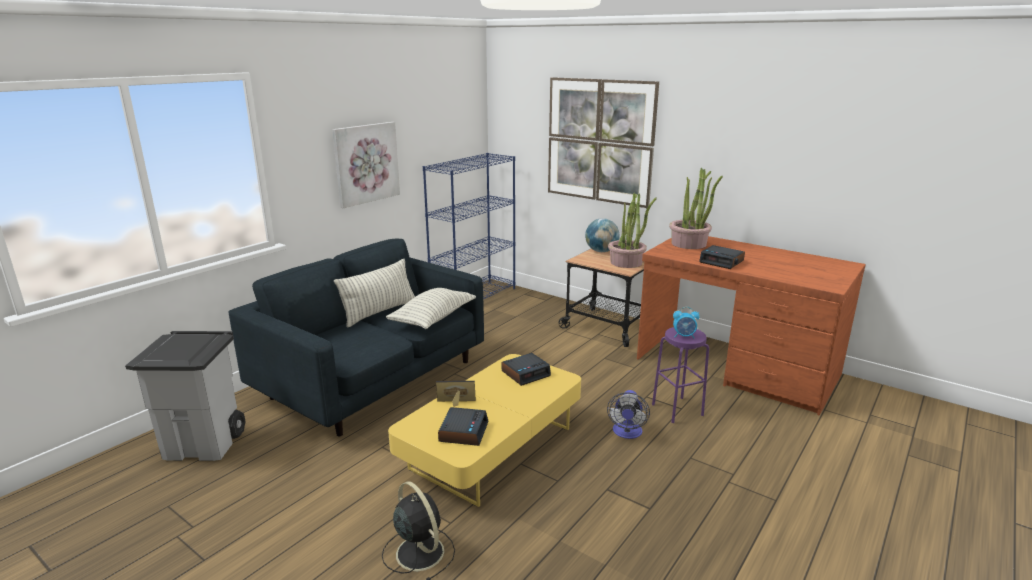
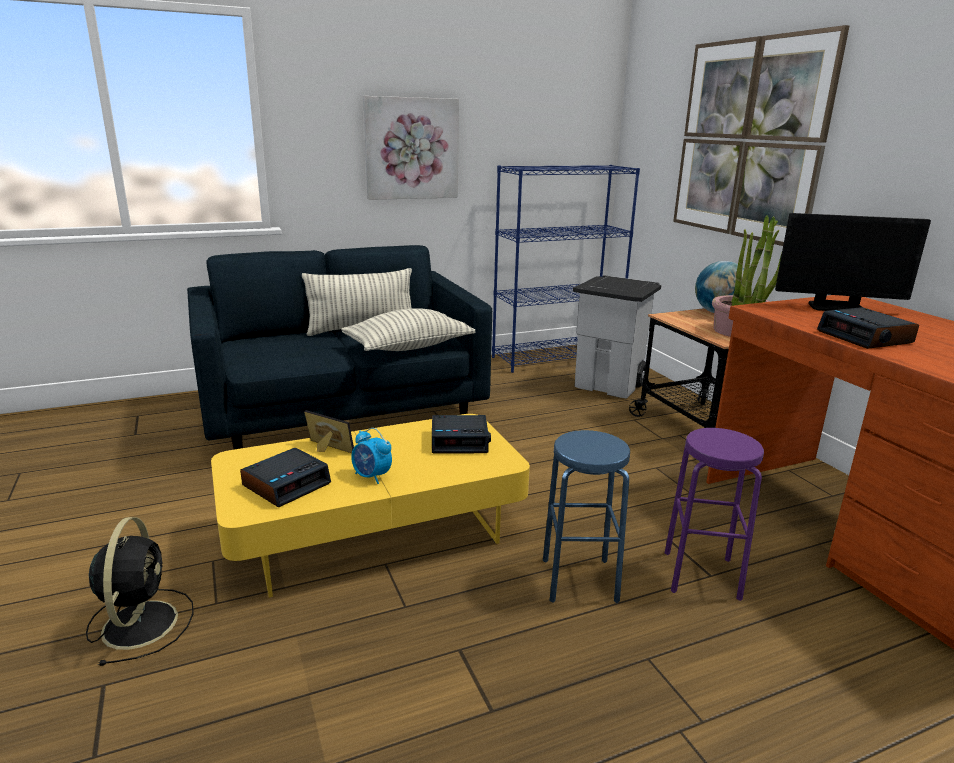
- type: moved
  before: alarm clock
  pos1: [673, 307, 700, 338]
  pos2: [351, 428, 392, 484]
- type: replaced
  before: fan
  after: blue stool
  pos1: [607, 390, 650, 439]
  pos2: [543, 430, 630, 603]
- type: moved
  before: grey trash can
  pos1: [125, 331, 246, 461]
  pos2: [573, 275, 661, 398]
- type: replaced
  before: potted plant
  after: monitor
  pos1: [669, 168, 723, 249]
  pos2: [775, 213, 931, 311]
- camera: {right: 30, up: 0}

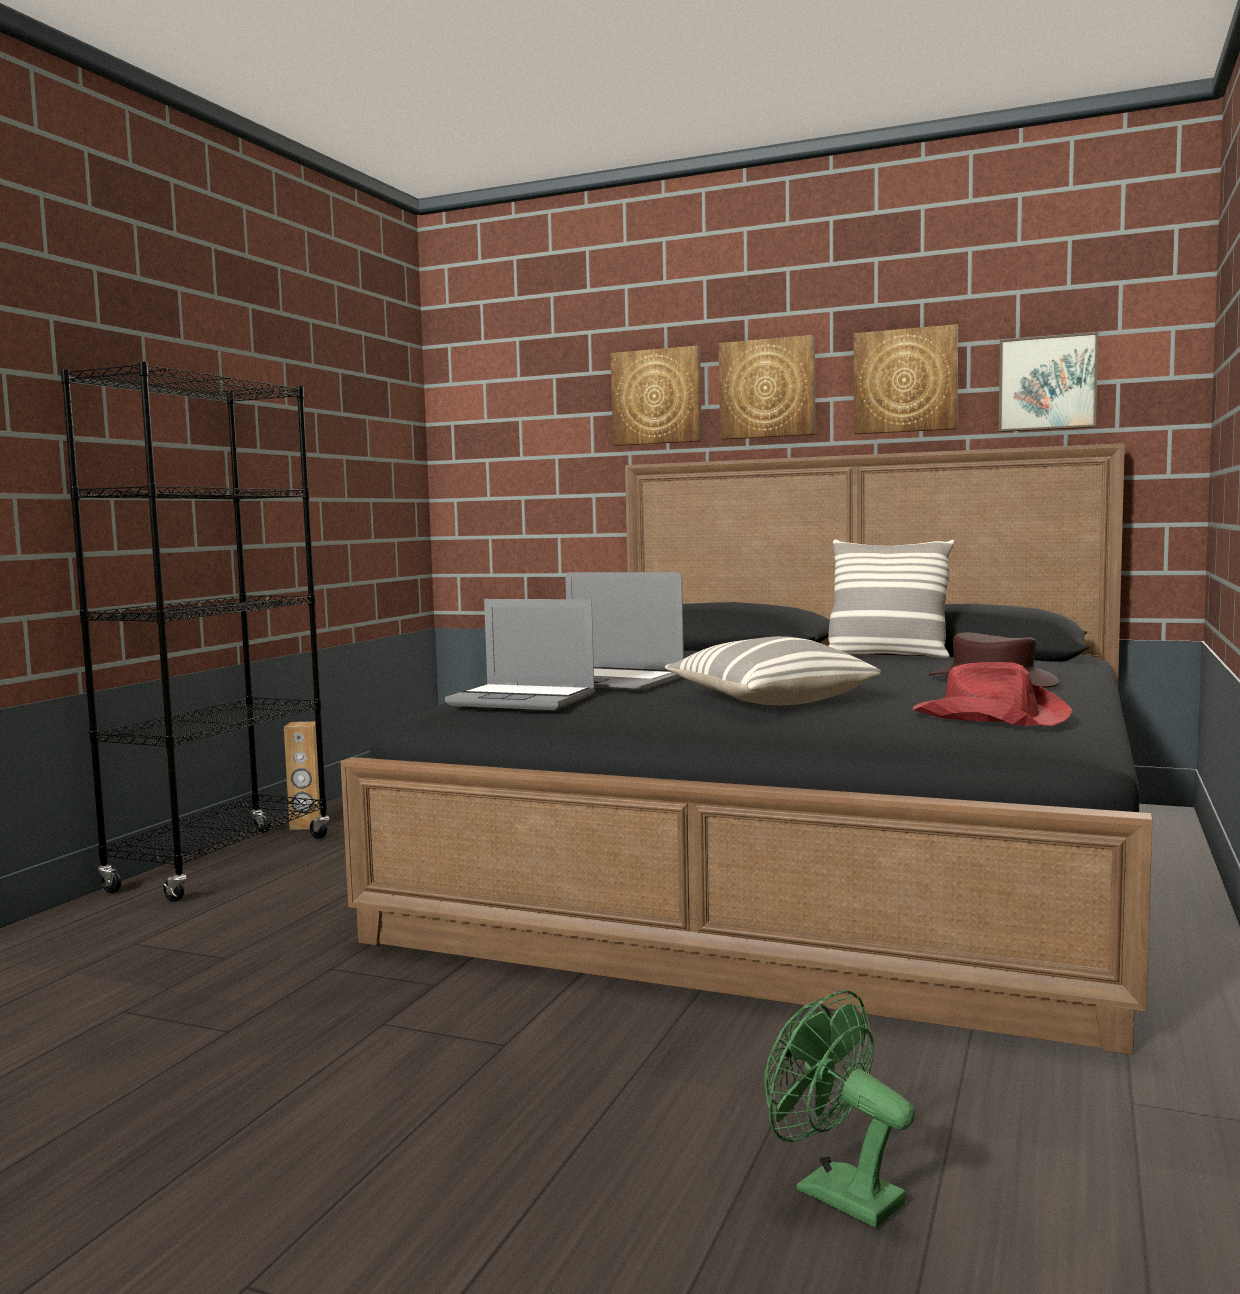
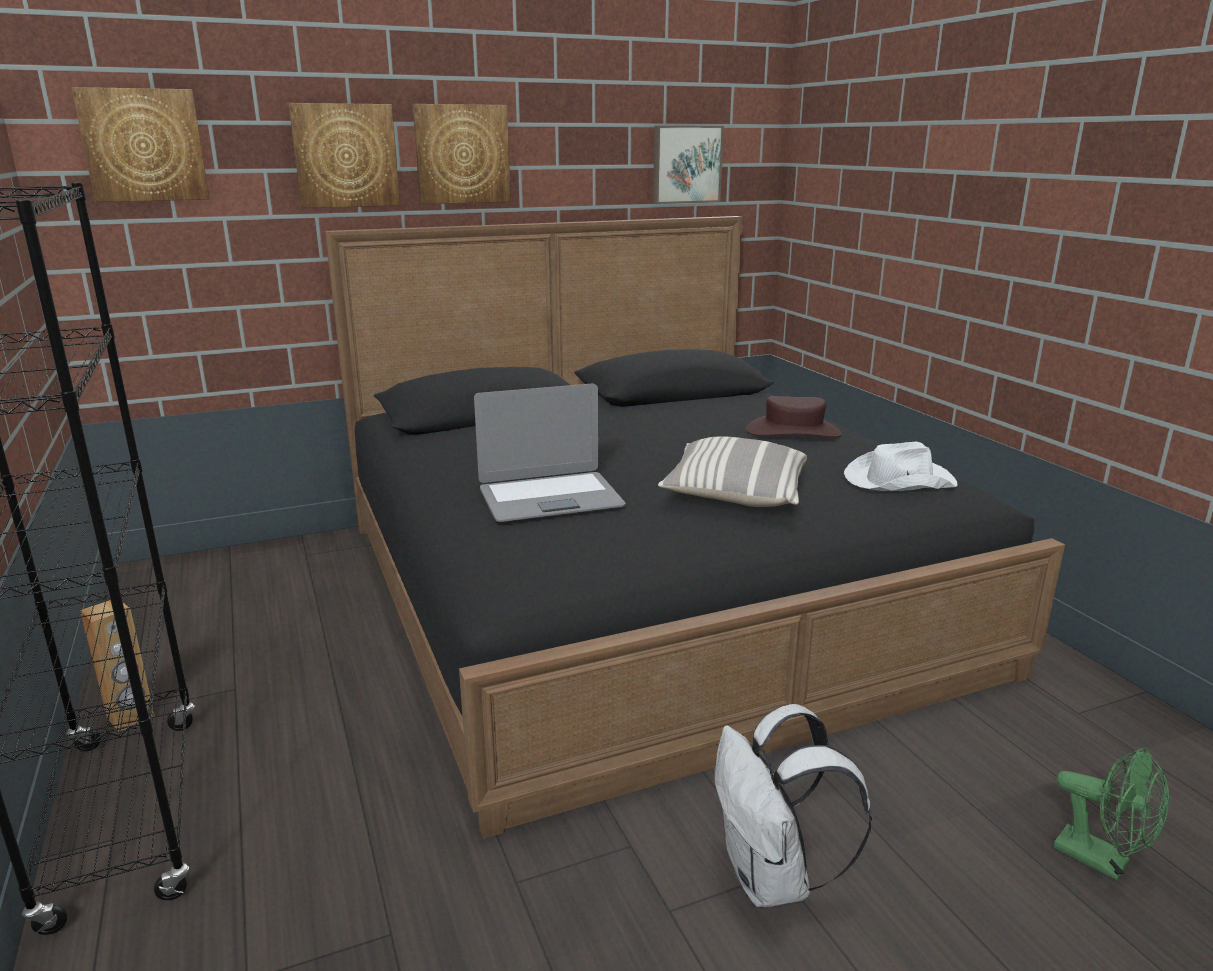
- type: moved
  before: picture
  pos1: [854, 324, 958, 434]
  pos2: [71, 87, 210, 202]
- type: added
  after: white backpack
  pos2: [715, 704, 872, 907]
- type: recoloured
  before: red hat
  after: white hat
  pos1: [912, 662, 1072, 726]
  pos2: [844, 441, 958, 491]
- type: turned
  before: green fan
  pos1: [764, 990, 915, 1228]
  pos2: [1054, 748, 1169, 880]
  turn: -135
- type: removed
  before: laptop
  pos1: [445, 599, 595, 710]
- type: removed
  before: pillow
  pos1: [828, 539, 954, 659]
- camera: {right: -45, up: 15}

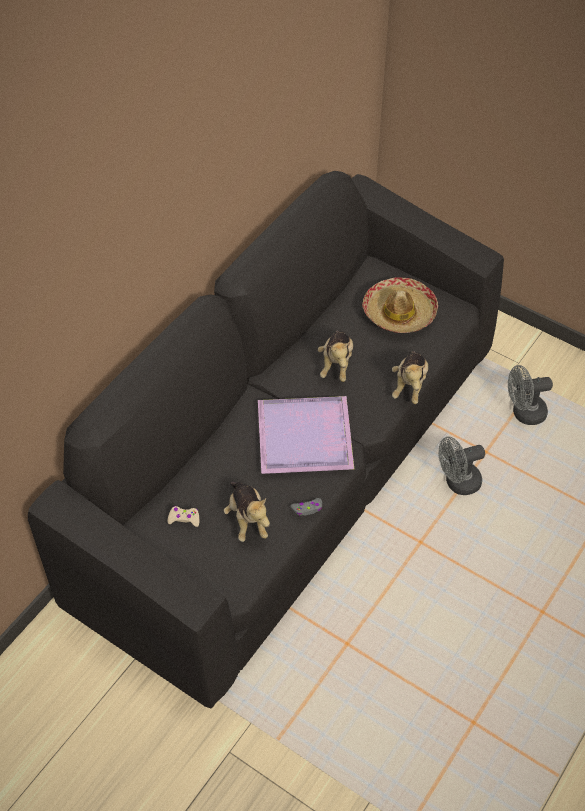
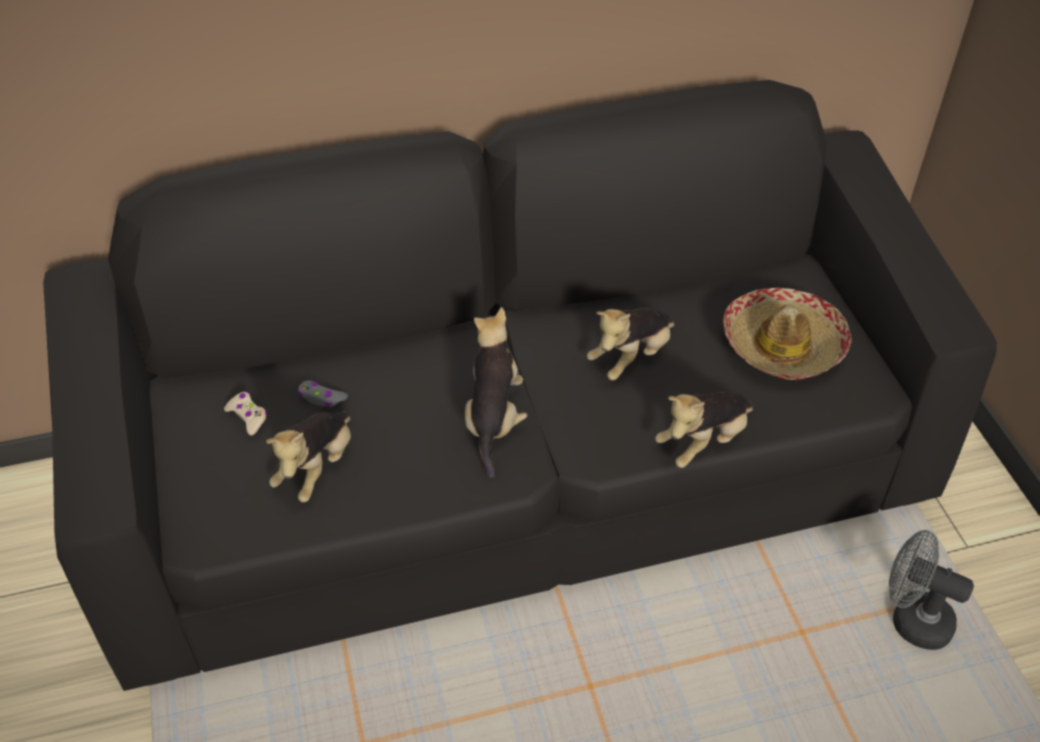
- type: moved
  before: grey game controller
  pos1: [291, 498, 322, 516]
  pos2: [298, 380, 348, 407]
- type: replaced
  before: purple tray
  after: plush toy
  pos1: [258, 396, 354, 474]
  pos2: [465, 307, 527, 478]
- type: removed
  before: grey fan
  pos1: [439, 437, 485, 495]
- camera: {right: 40, up: -5}

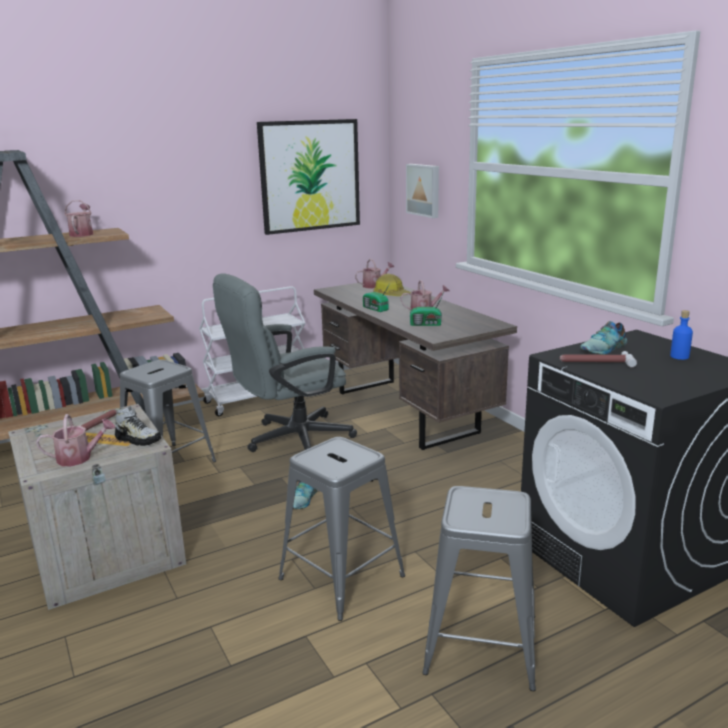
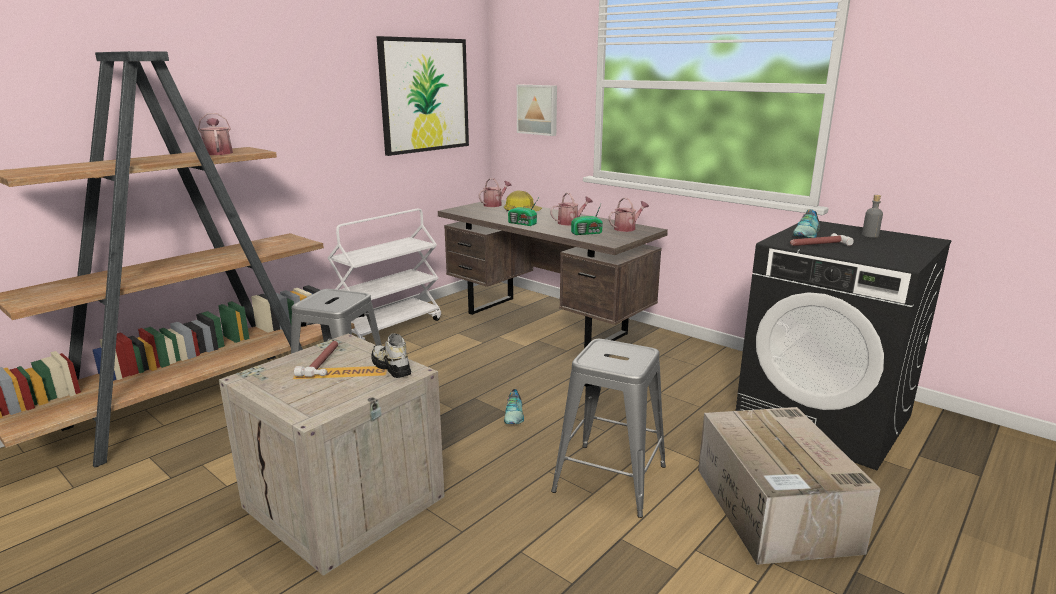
- type: turned
  before: shoe
  pos1: [115, 406, 161, 446]
  pos2: [372, 333, 411, 378]
  turn: -135
- type: moved
  before: watering can
  pos1: [36, 414, 115, 466]
  pos2: [608, 198, 649, 232]
- type: replaced
  before: grey stool
  after: cardboard box
  pos1: [422, 486, 536, 691]
  pos2: [698, 407, 881, 565]
- type: recoloured
  before: blue bottle
  after: grey bottle
  pos1: [670, 310, 693, 360]
  pos2: [862, 195, 883, 237]
- type: removed
  before: grey office chair
  pos1: [213, 273, 357, 452]
- camera: {right: -20, up: 0}

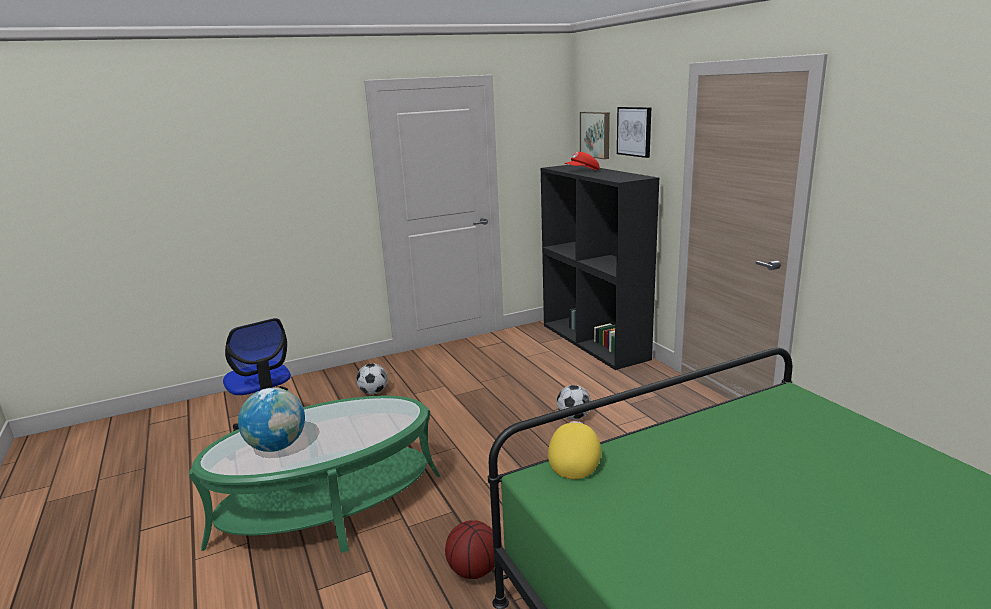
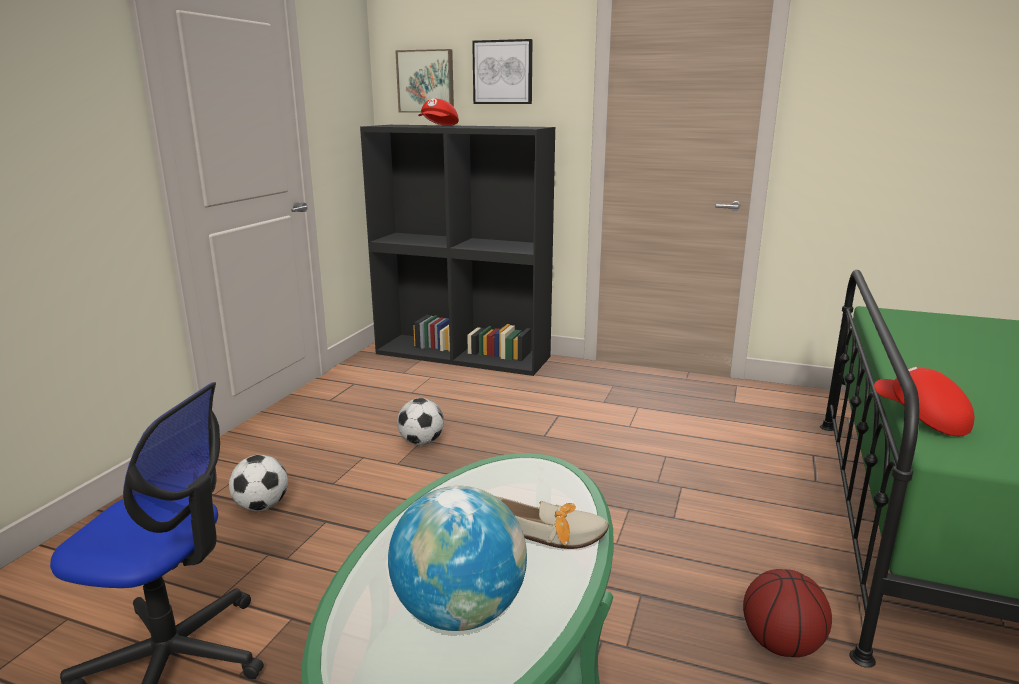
- type: moved
  before: football
  pos1: [557, 385, 591, 420]
  pos2: [397, 398, 444, 445]
- type: added
  after: shoe
  pos2: [495, 496, 609, 549]
- type: recoloured
  before: yellow cap
  after: red cap
  pos1: [548, 421, 601, 479]
  pos2: [874, 367, 974, 436]
- camera: {right: -45, up: 0}

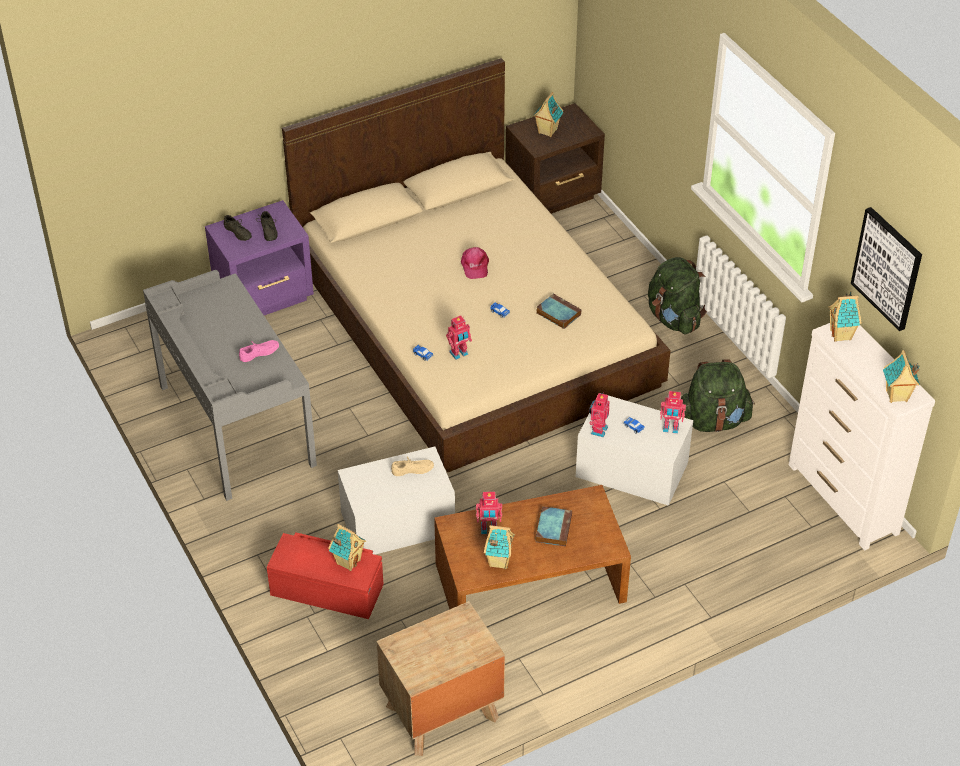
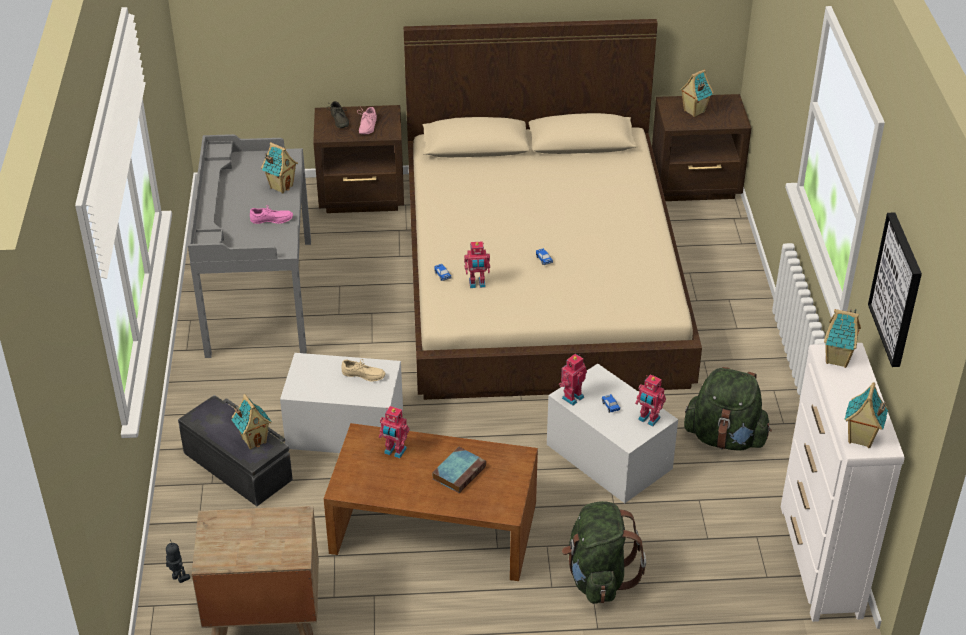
- type: added
  after: toy robot
  pos2: [166, 540, 190, 583]
- type: recoloured
  before: red storage box
  after: black storage box
  pos1: [267, 532, 384, 619]
  pos2: [178, 395, 293, 506]
- type: moved
  before: toy house
  pos1: [484, 525, 515, 569]
  pos2: [261, 142, 298, 193]
- type: recoloured
  before: purple nightstand
  after: brown nightstand
  pos1: [205, 200, 314, 315]
  pos2: [313, 105, 404, 213]
- type: recoloured
  before: grey shoe
  after: pink shoe
  pos1: [256, 211, 278, 241]
  pos2: [357, 107, 377, 134]
- type: moved
  before: green backpack
  pos1: [648, 257, 707, 334]
  pos2: [562, 501, 646, 604]
- type: removed
  before: pink cap
  pos1: [461, 247, 489, 279]
- type: removed
  before: book
  pos1: [536, 294, 581, 329]
- camera: {right: 25, up: -5}

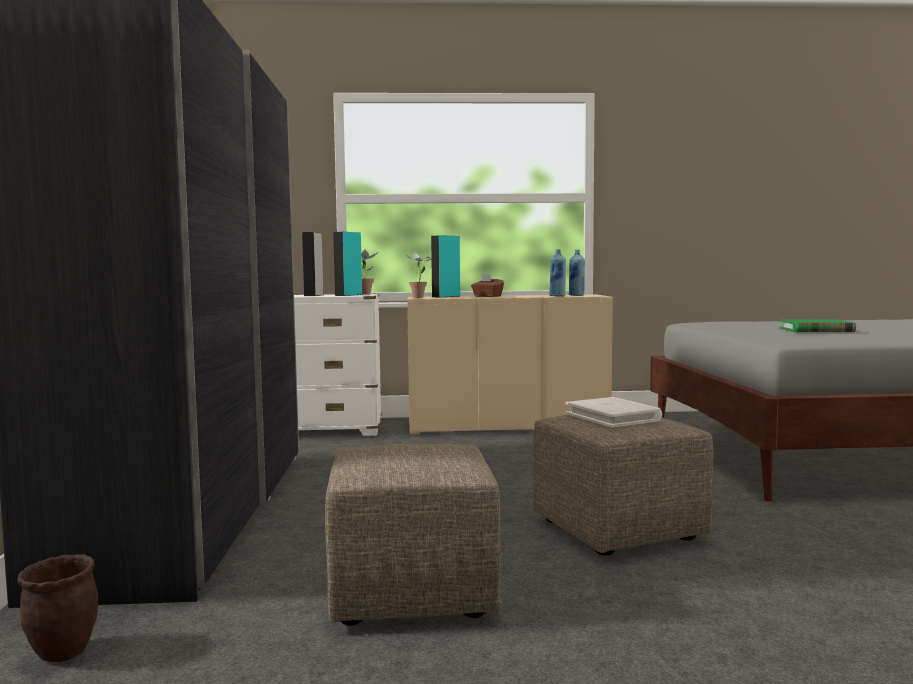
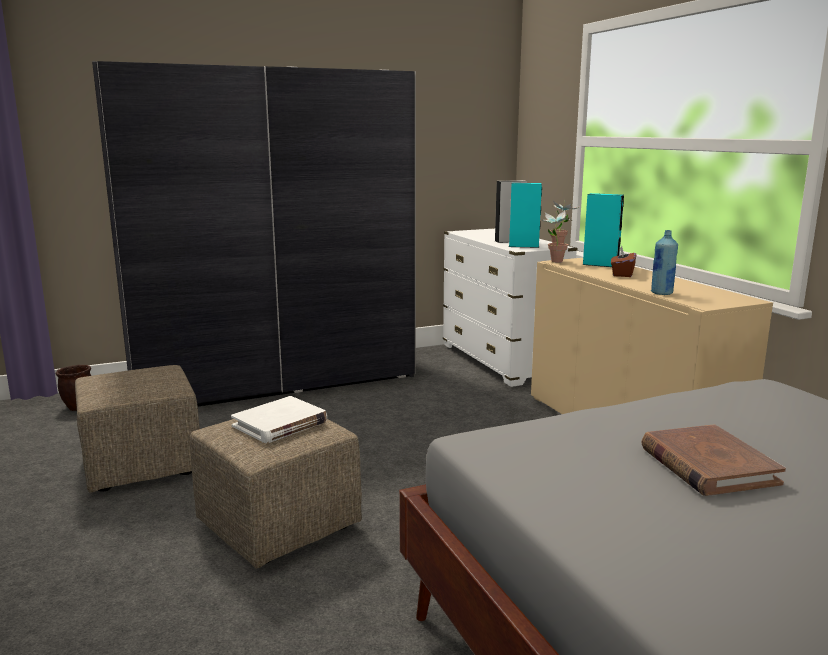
- type: recoloured
  before: green book
  after: brown book
  pos1: [779, 319, 856, 332]
  pos2: [642, 424, 786, 496]
- type: removed
  before: blue bottle
  pos1: [569, 250, 585, 296]
- camera: {right: 70, up: 10}

